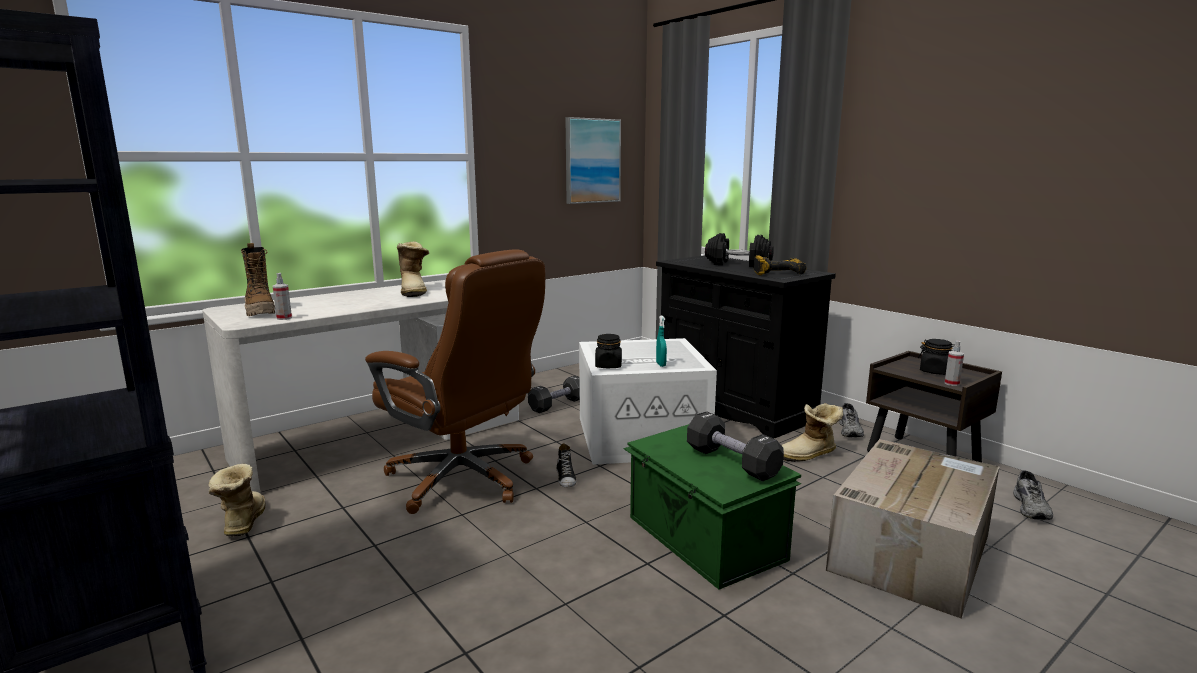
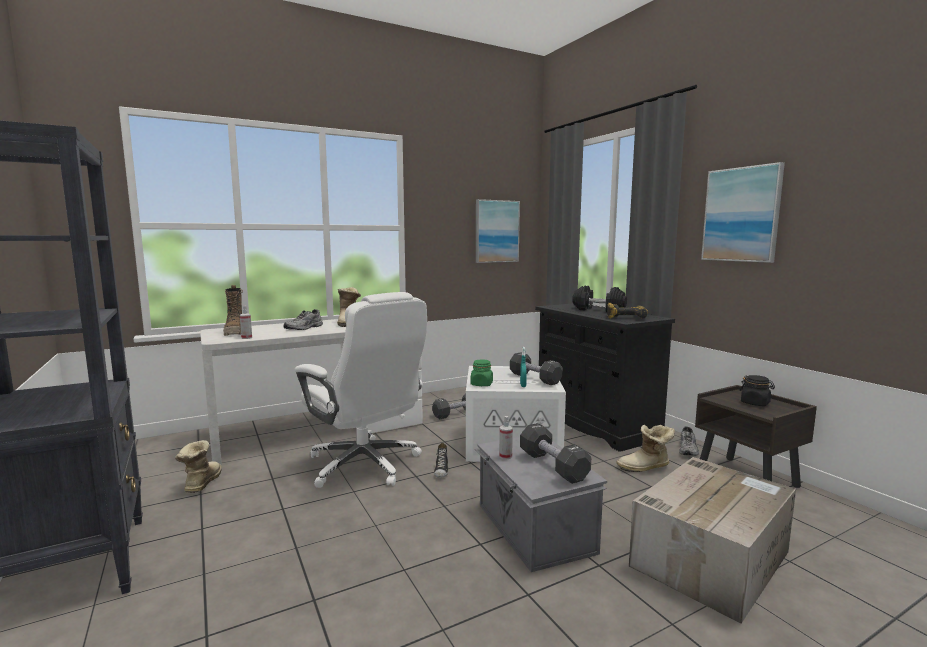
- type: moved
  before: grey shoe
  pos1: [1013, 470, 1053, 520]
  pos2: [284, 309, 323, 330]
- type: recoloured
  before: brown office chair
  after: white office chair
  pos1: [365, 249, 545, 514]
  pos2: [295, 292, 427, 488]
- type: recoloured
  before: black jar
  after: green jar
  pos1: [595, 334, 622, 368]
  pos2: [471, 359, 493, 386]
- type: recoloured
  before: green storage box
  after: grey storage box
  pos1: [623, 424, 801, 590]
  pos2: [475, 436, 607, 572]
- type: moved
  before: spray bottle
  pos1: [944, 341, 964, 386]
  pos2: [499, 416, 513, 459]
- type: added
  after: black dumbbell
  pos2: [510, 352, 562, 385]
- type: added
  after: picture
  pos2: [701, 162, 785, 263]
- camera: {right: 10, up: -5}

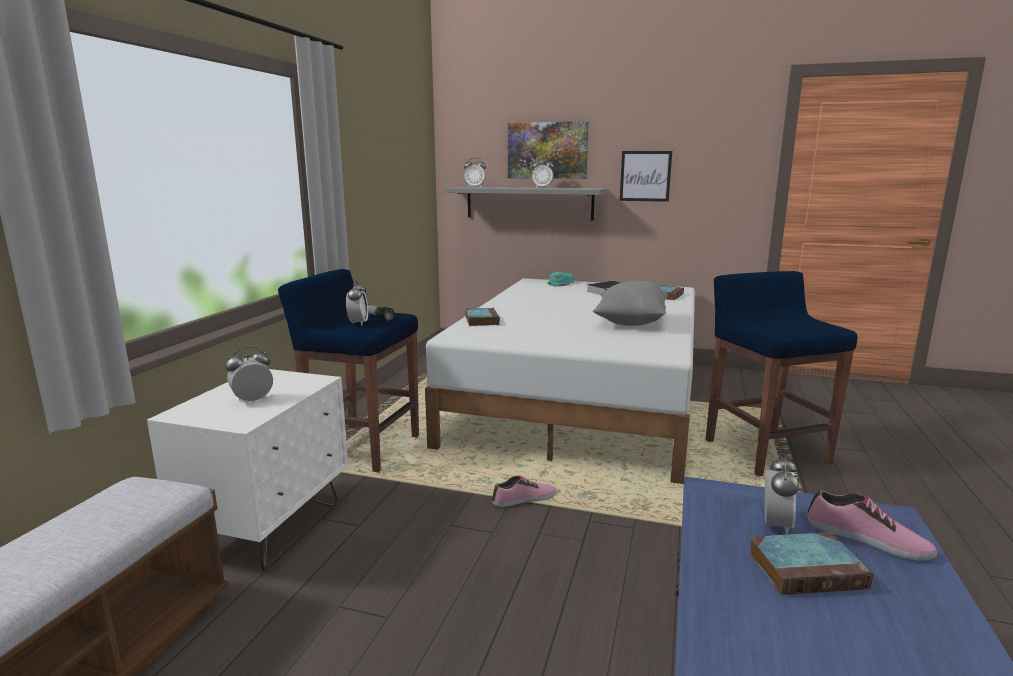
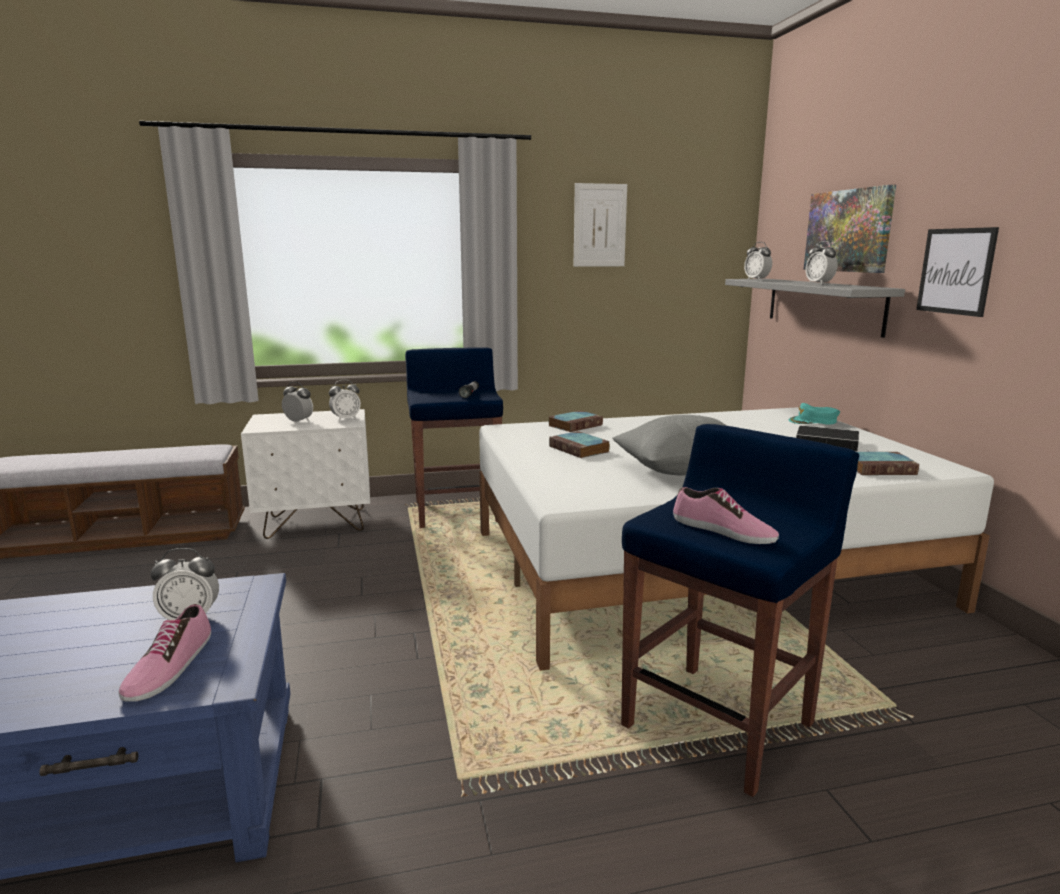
- type: moved
  before: alarm clock
  pos1: [346, 280, 368, 326]
  pos2: [329, 380, 361, 421]
- type: moved
  before: book
  pos1: [748, 532, 873, 595]
  pos2: [549, 431, 610, 458]
- type: added
  after: picture
  pos2: [573, 183, 627, 267]
- type: moved
  before: shoe
  pos1: [492, 475, 556, 507]
  pos2: [673, 487, 779, 544]
- camera: {right: 60, up: 0}

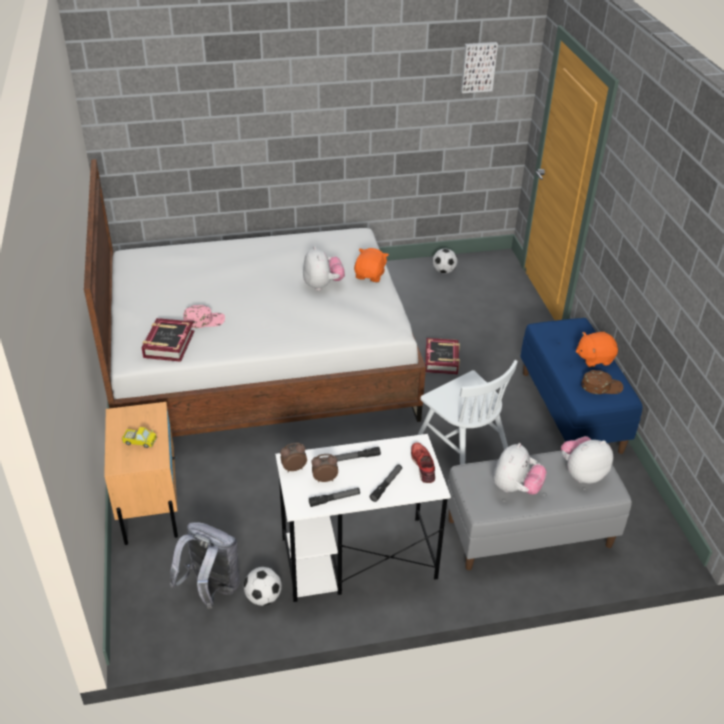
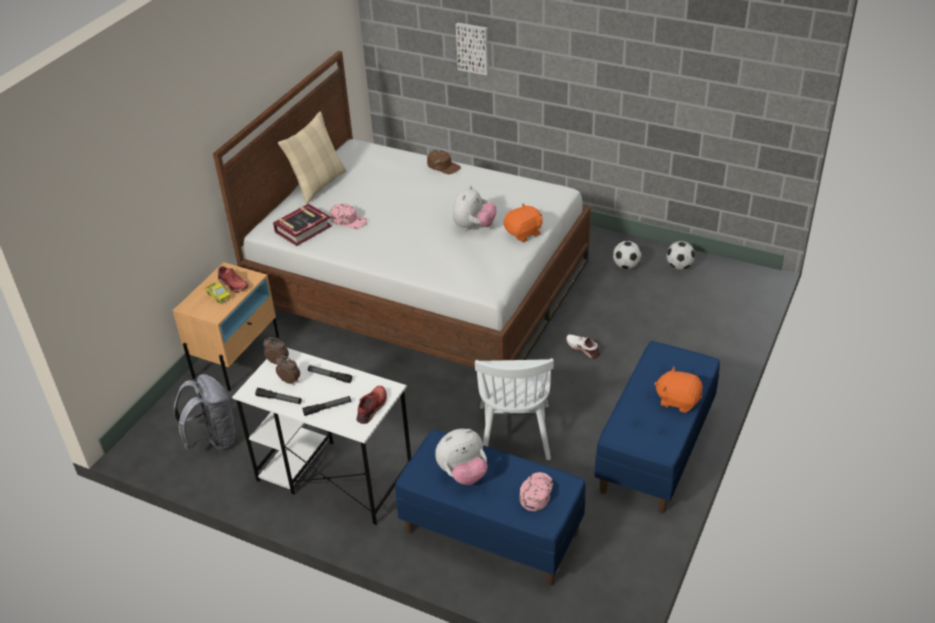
- type: added
  after: red shoe
  pos2: [218, 266, 249, 292]
- type: added
  after: beige pillow
  pos2: [278, 111, 347, 204]
- type: recoloured
  before: grey bench
  after: blue bench
  pos1: [447, 451, 632, 570]
  pos2: [395, 430, 586, 585]
- type: moved
  before: brown cap
  pos1: [581, 370, 623, 394]
  pos2: [427, 150, 461, 174]
- type: moved
  before: picture
  pos1: [461, 42, 498, 93]
  pos2: [456, 23, 489, 75]
- type: replaced
  before: plush toy
  after: pink cap
  pos1: [561, 436, 613, 483]
  pos2: [519, 472, 553, 511]
- type: replaced
  before: book
  after: white shoe
  pos1: [425, 338, 460, 374]
  pos2: [566, 335, 600, 359]
- type: moved
  before: football
  pos1: [244, 567, 282, 606]
  pos2: [613, 241, 641, 269]
- camera: {right: 40, up: 0}

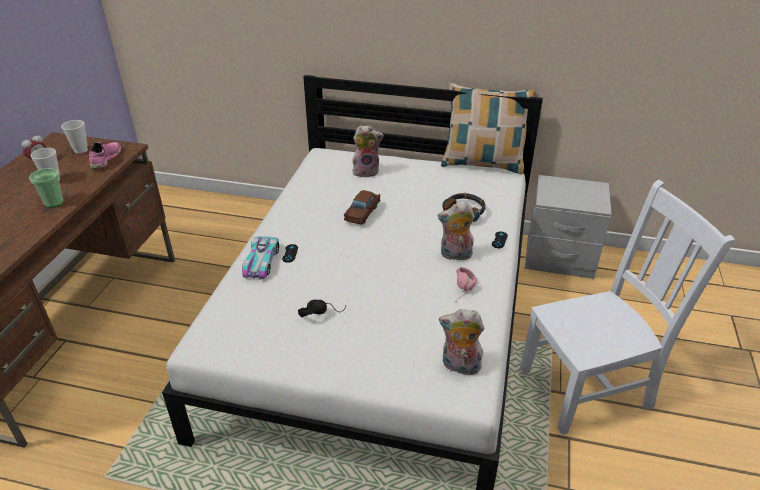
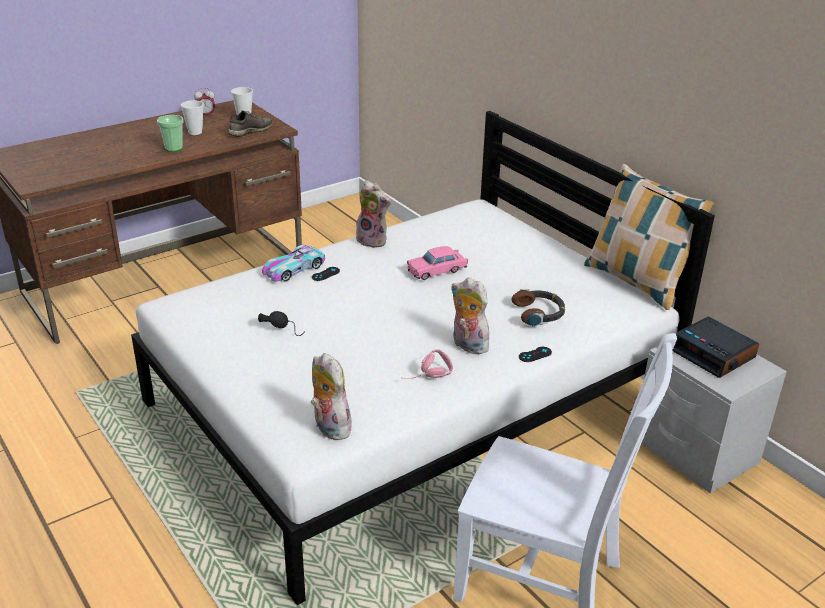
- type: recoloured
  before: pink shoe
  after: grey shoe
  pos1: [89, 142, 121, 170]
  pos2: [228, 111, 273, 137]
- type: moved
  before: plush toy
  pos1: [352, 125, 384, 178]
  pos2: [356, 180, 391, 248]
- type: recoloured
  before: brown toy car
  after: pink toy car
  pos1: [344, 190, 380, 225]
  pos2: [407, 246, 468, 280]
- type: added
  after: alarm clock
  pos2: [672, 316, 759, 378]
- camera: {right: 40, up: -5}

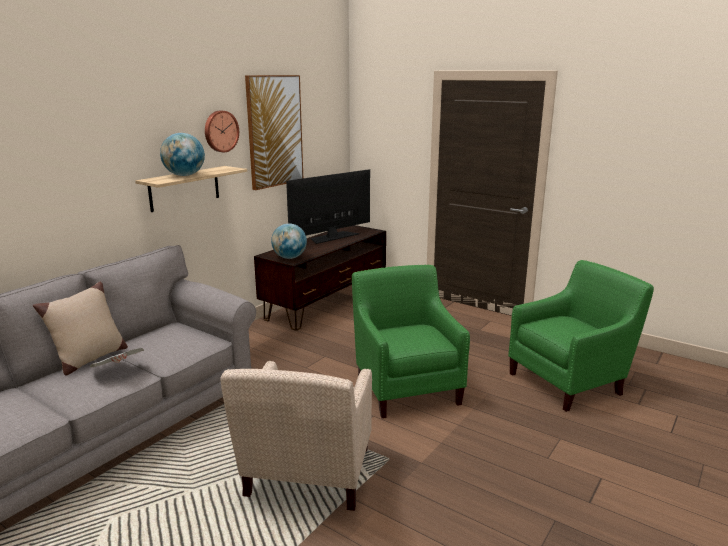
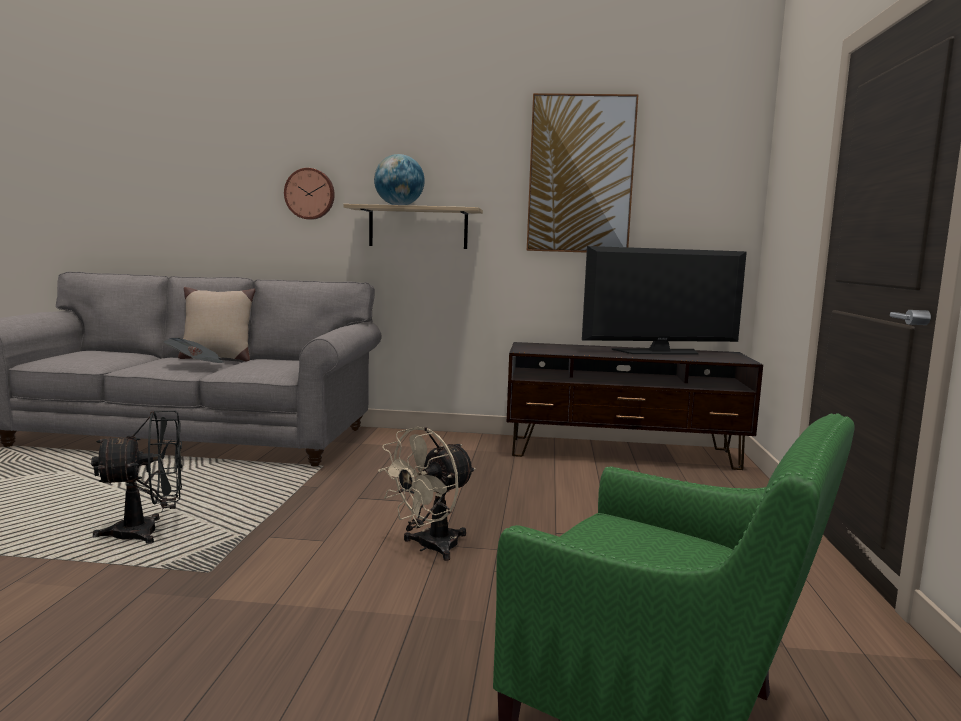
- type: replaced
  before: beige armchair
  after: black fan
  pos1: [220, 361, 372, 511]
  pos2: [91, 411, 182, 544]
- type: moved
  before: wall clock
  pos1: [205, 111, 239, 152]
  pos2: [284, 168, 335, 220]
- type: replaced
  before: green armchair
  after: beige fan
  pos1: [352, 265, 470, 418]
  pos2: [378, 427, 476, 561]
- type: turned
  before: television
  pos1: [286, 169, 370, 244]
  pos2: [582, 246, 747, 355]
  turn: 150
- type: removed
  before: globe
  pos1: [271, 223, 307, 259]
- camera: {right: 60, up: -10}

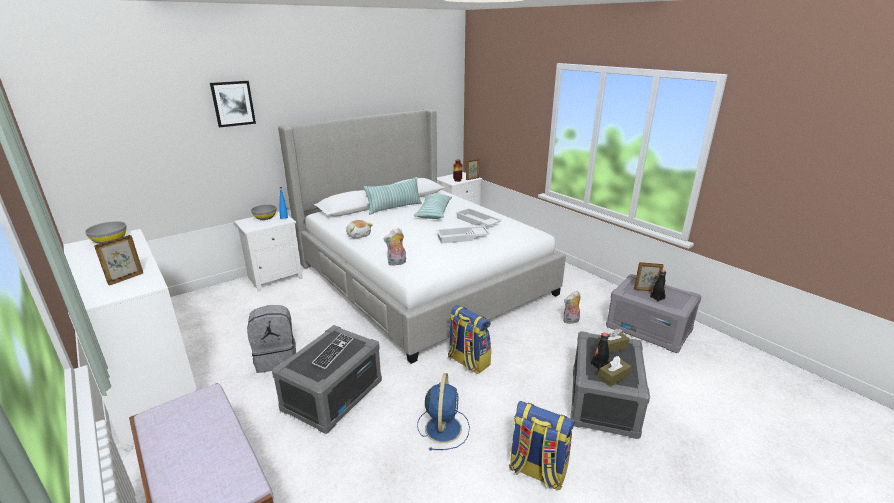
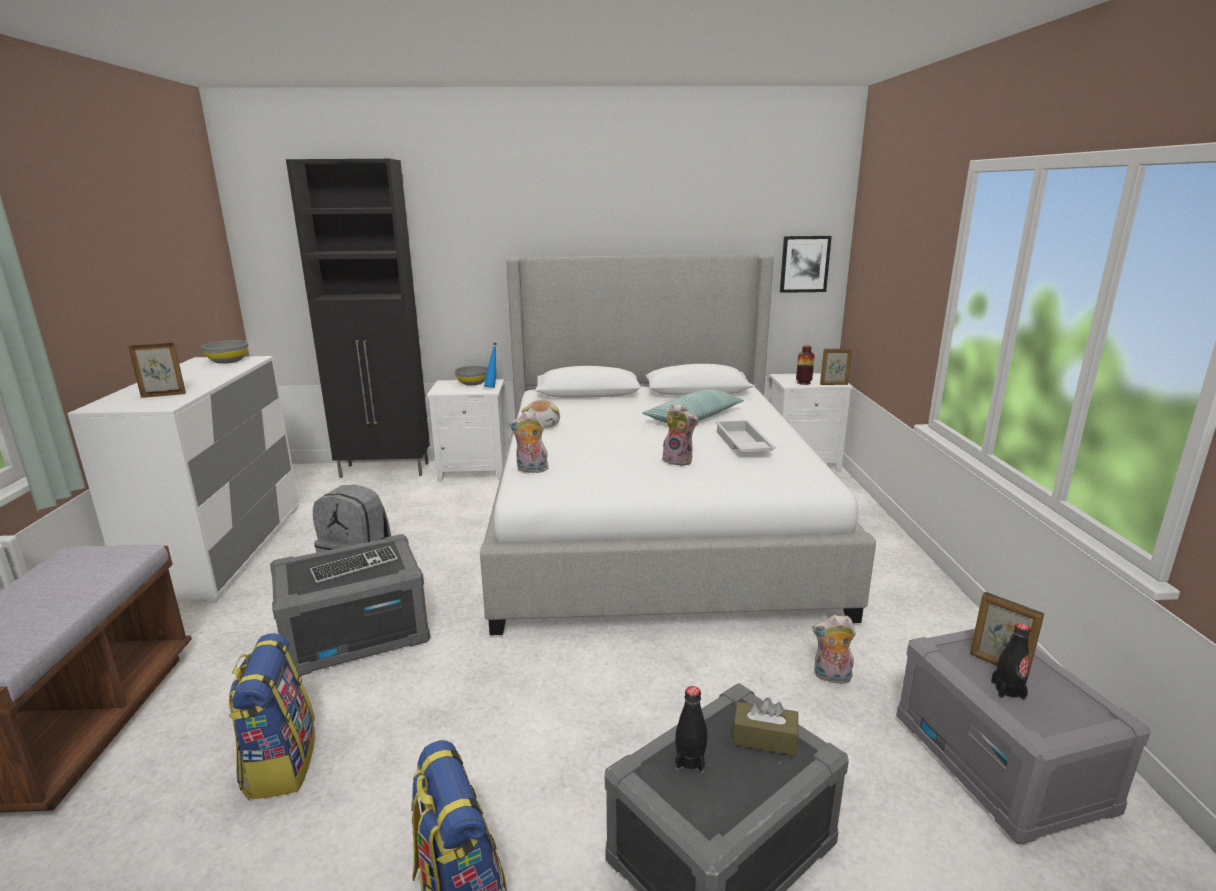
- type: moved
  before: backpack
  pos1: [448, 305, 491, 374]
  pos2: [228, 633, 315, 800]
- type: added
  after: black cabinet
  pos2: [286, 159, 430, 478]
- type: replaced
  before: white tray
  after: plush toy
  pos1: [437, 226, 490, 244]
  pos2: [662, 403, 699, 466]
- type: moved
  before: picture
  pos1: [210, 81, 256, 128]
  pos2: [780, 236, 832, 293]
- type: removed
  before: pillow
  pos1: [363, 177, 422, 215]
- type: removed
  before: blue fan
  pos1: [417, 373, 470, 451]
- type: removed
  before: brown tissue box
  pos1: [598, 356, 631, 387]
- camera: {right: 35, up: -5}

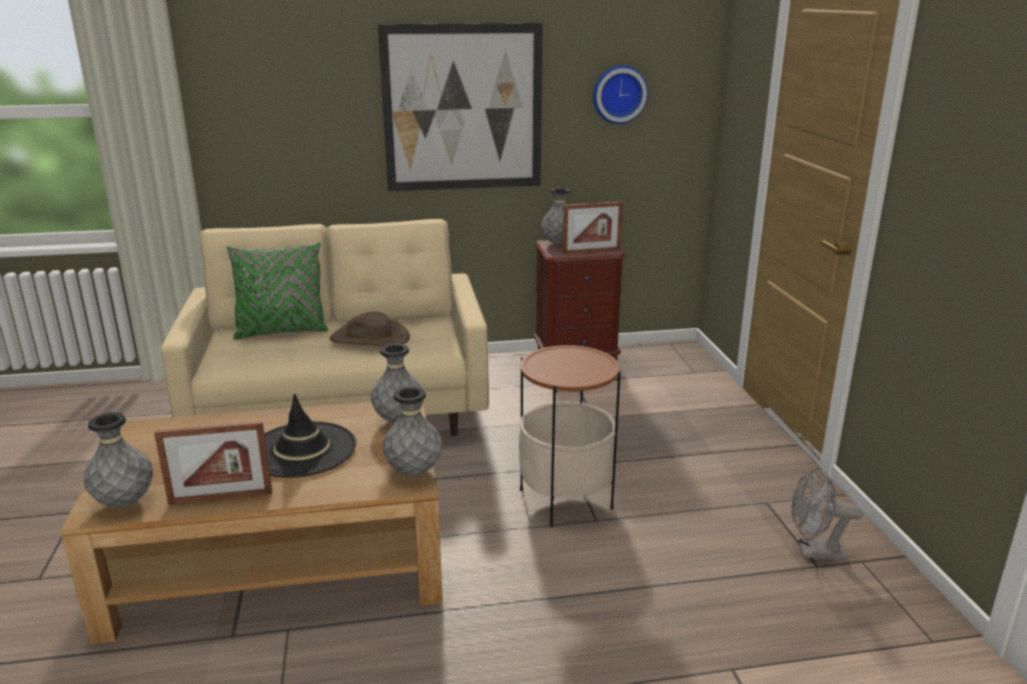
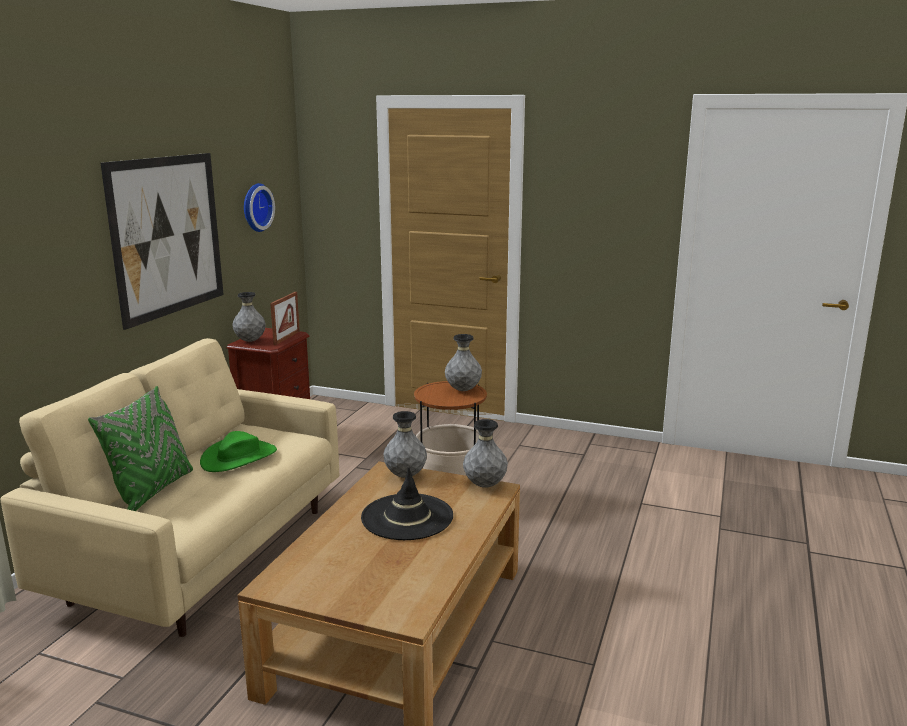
- type: recoloured
  before: brown hat
  after: green hat
  pos1: [330, 312, 410, 346]
  pos2: [200, 431, 277, 472]
- type: moved
  before: grey vase
  pos1: [84, 412, 153, 507]
  pos2: [445, 334, 482, 391]
- type: removed
  before: picture frame
  pos1: [154, 421, 272, 505]
- type: removed
  before: grey fan
  pos1: [791, 467, 863, 561]
- camera: {right: -60, up: -5}

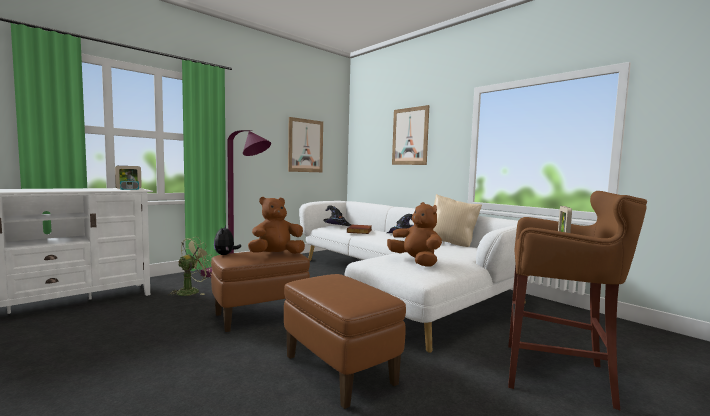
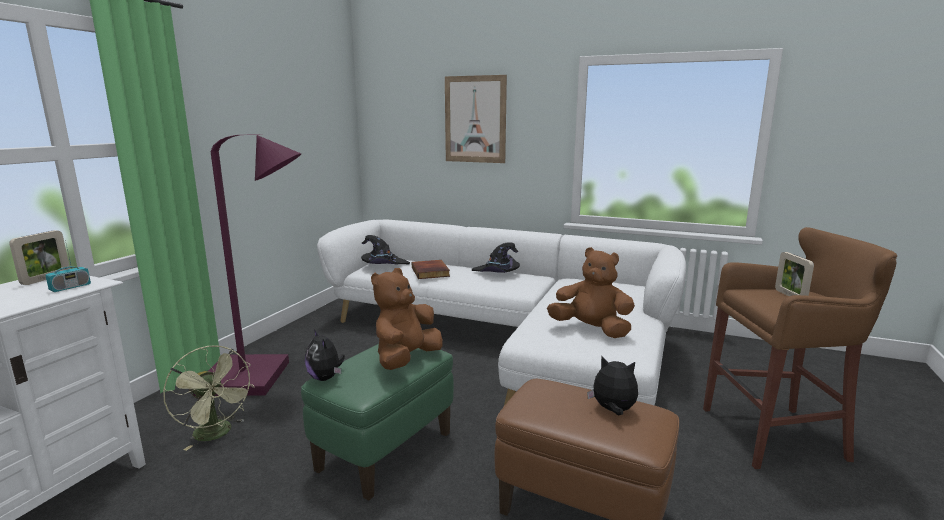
- type: turned
  before: green fan
  pos1: [168, 237, 212, 296]
  pos2: [163, 345, 254, 451]
  turn: 120
- type: recoloured
  before: brown ottoman
  after: green ottoman
  pos1: [211, 250, 310, 332]
  pos2: [301, 344, 454, 501]
- type: added
  after: plush toy
  pos2: [587, 356, 638, 415]
- type: removed
  before: picture
  pos1: [288, 117, 323, 172]
- type: removed
  before: beige pillow
  pos1: [433, 194, 482, 247]
- camera: {right: -25, up: 10}

